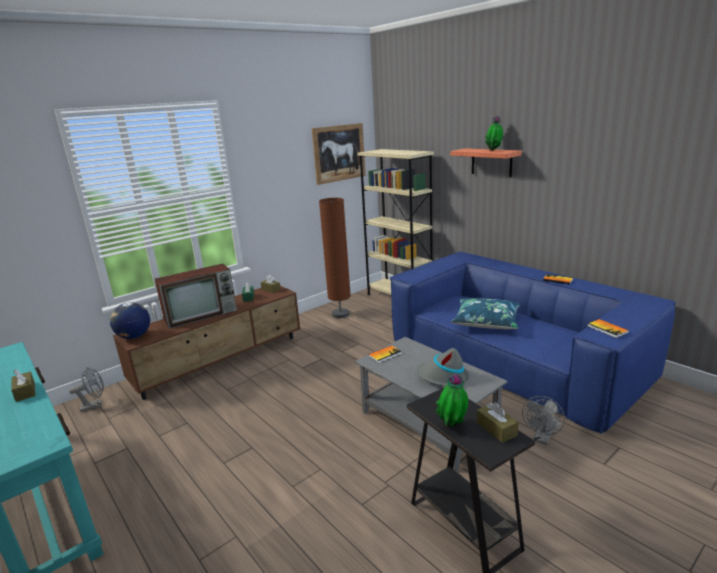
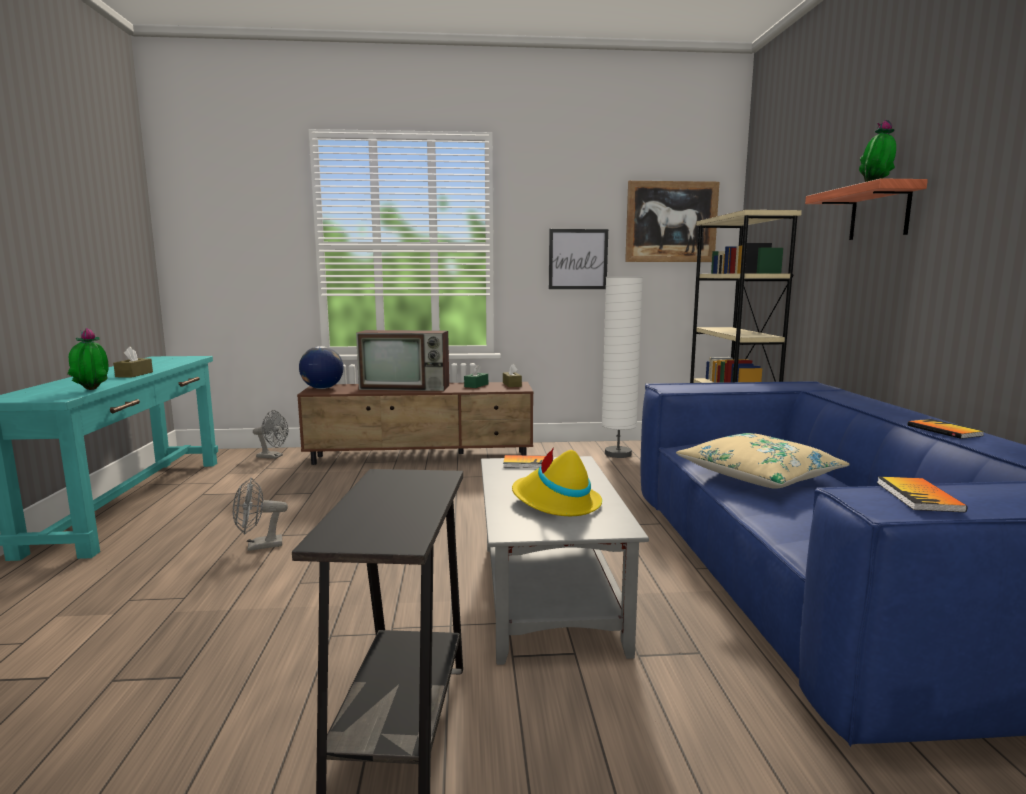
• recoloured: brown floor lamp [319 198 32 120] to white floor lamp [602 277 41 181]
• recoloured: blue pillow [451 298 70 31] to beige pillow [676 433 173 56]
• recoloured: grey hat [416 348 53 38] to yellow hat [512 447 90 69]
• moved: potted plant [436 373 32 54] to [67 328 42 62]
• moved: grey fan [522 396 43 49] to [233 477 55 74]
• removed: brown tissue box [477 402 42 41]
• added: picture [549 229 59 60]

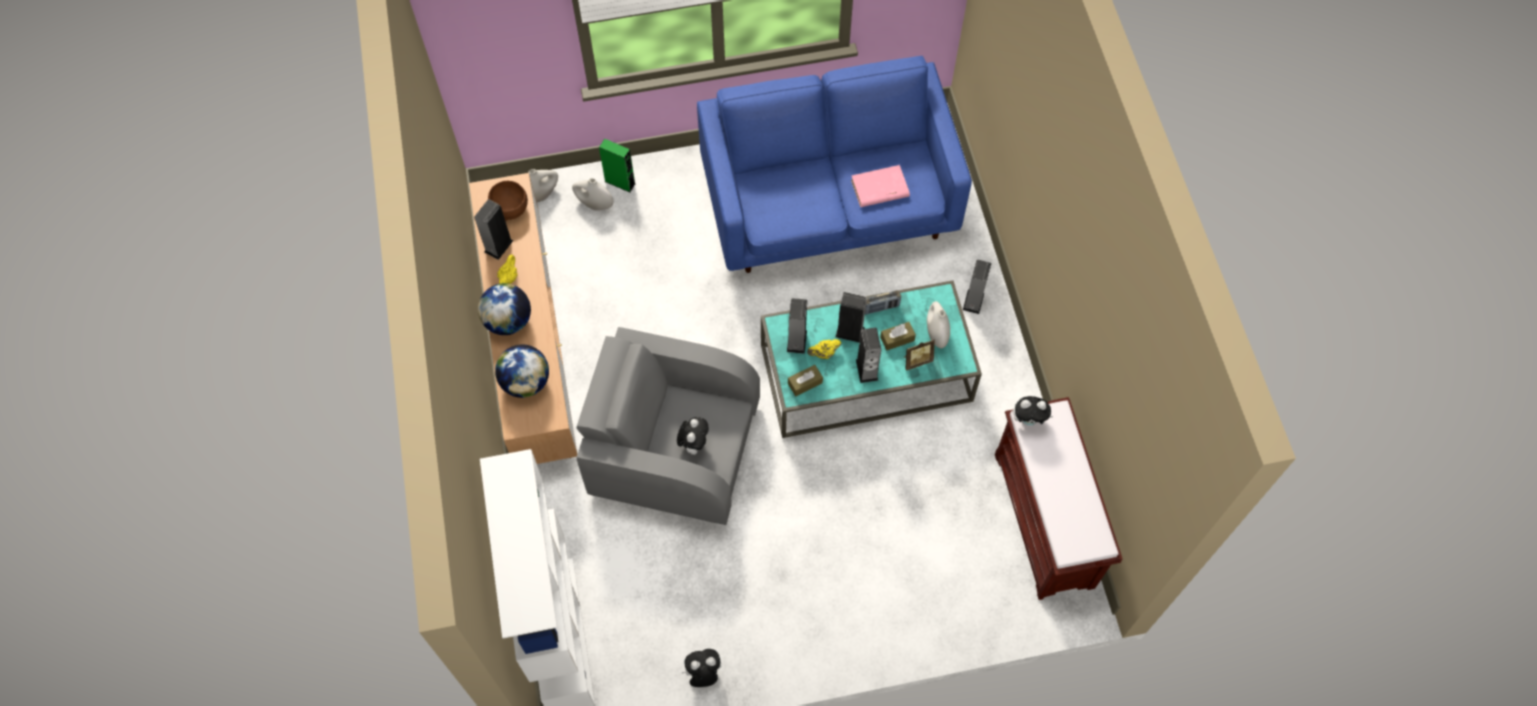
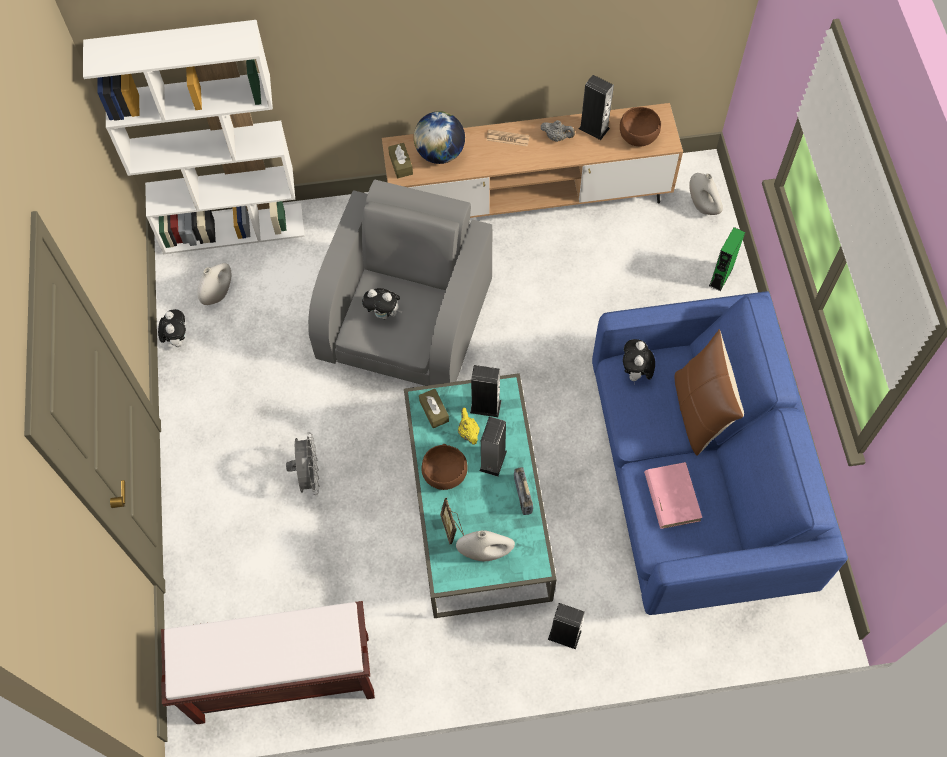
• moved: white vase [572 178 42 33] to [197 263 34 42]
• recoloured: yellow teapot [497 254 21 30] to grey teapot [540 120 35 22]
• replaced: globe [478 283 53 52] to newspaper [486 130 44 16]
• moved: brown tissue box [880 322 36 28] to [388 143 25 35]
• replaced: speaker [856 328 25 55] to brown bowl [421 444 47 46]
• moved: plush toy [1013 396 40 30] to [623 339 32 43]
• added: brown pillow [675 329 69 127]
• added: grey fan [286 432 33 63]

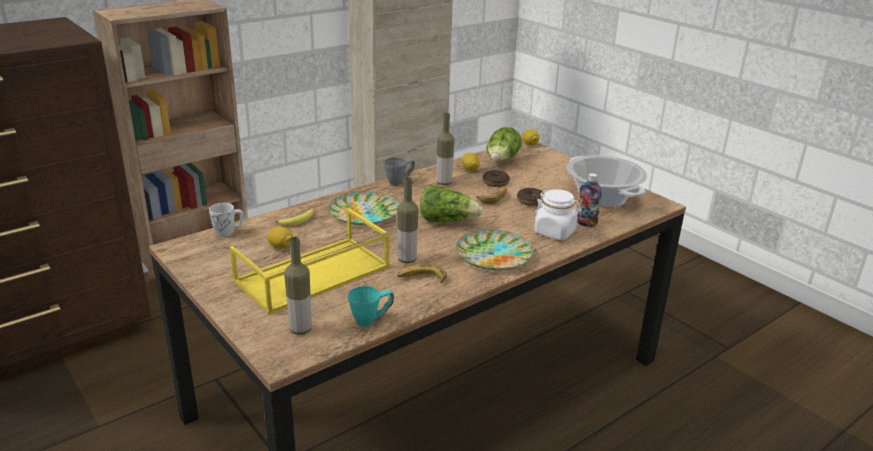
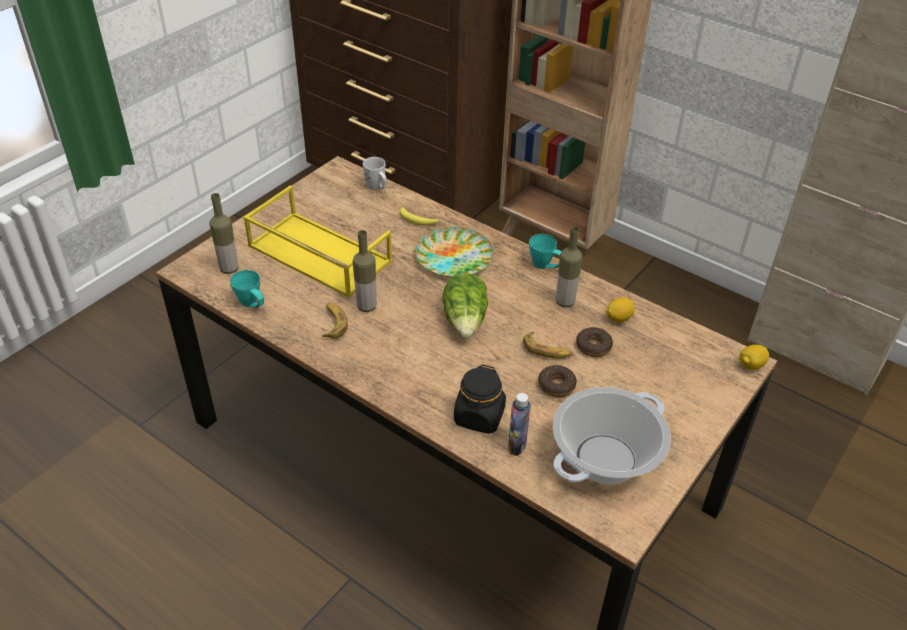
• removed: lettuce [486 127 36 34]
• recoloured: grey mug [384 158 31 28] to turquoise mug [529 234 33 35]
• recoloured: white jar [534 189 48 51] to black jar [454 364 52 70]
• removed: lemon [267 227 26 22]
• removed: plate [456 229 78 41]

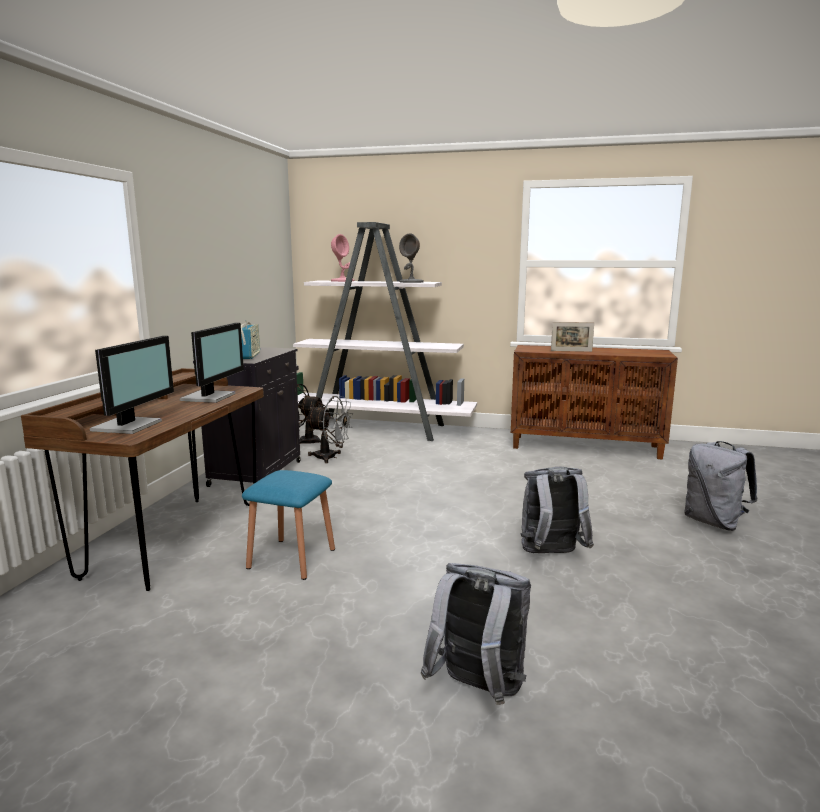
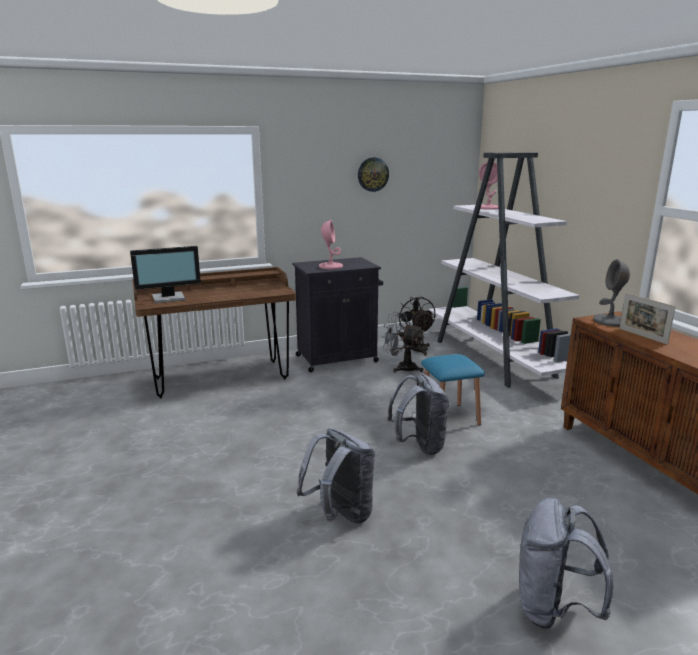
• moved: grey table lamp [399 233 25 50] to [593 259 37 68]
• replaced: radio [241 320 19 39] to pink table lamp [319 220 24 49]
• removed: monitor [180 323 64 80]
• turned: grey fan [306 396 47 67] = [382 312 43 61] 135 degrees clockwise
• moved: blue stool [242 470 93 110] to [421 354 64 72]
• moved: grey backpack [421 563 110 142] to [387 374 62 81]
• added: wall clock [358 157 31 35]

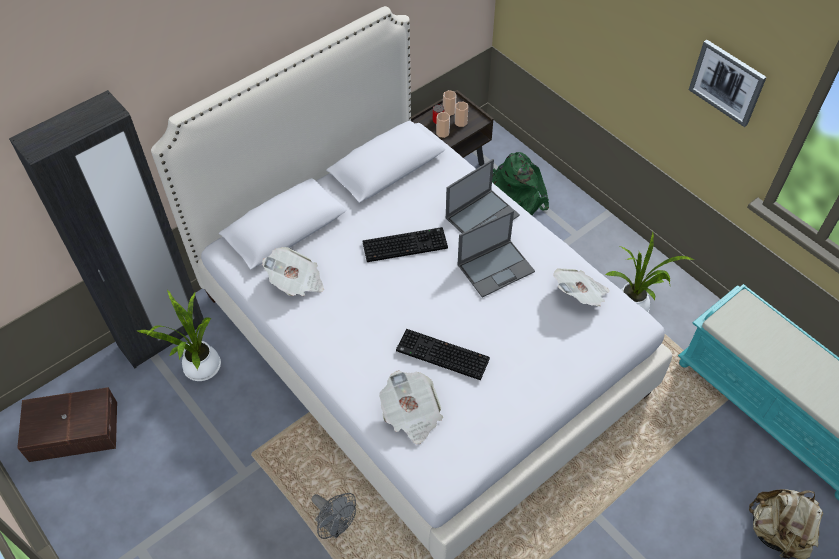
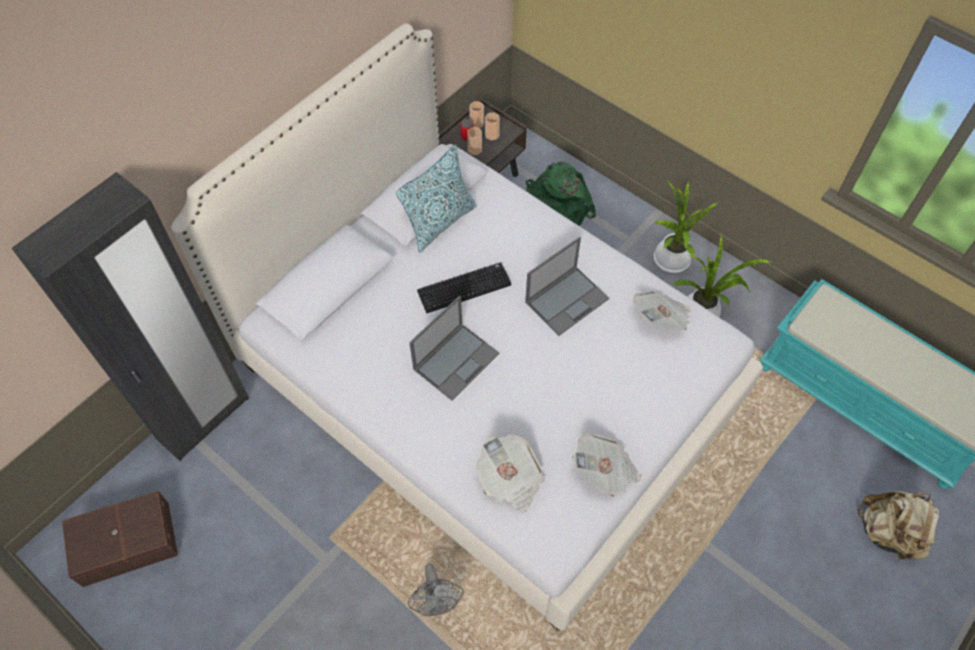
• removed: picture [689 40 77 87]
• moved: laptop [446 159 74 74] to [409 295 91 106]
• moved: newspaper [262 247 62 49] to [572 433 69 64]
• moved: potted plant [137 290 84 91] to [654 181 65 92]
• removed: keyboard [396 329 94 51]
• turned: grey fan [312 493 44 46] = [408 563 56 53] 45 degrees clockwise
• added: pillow [396 144 81 109]

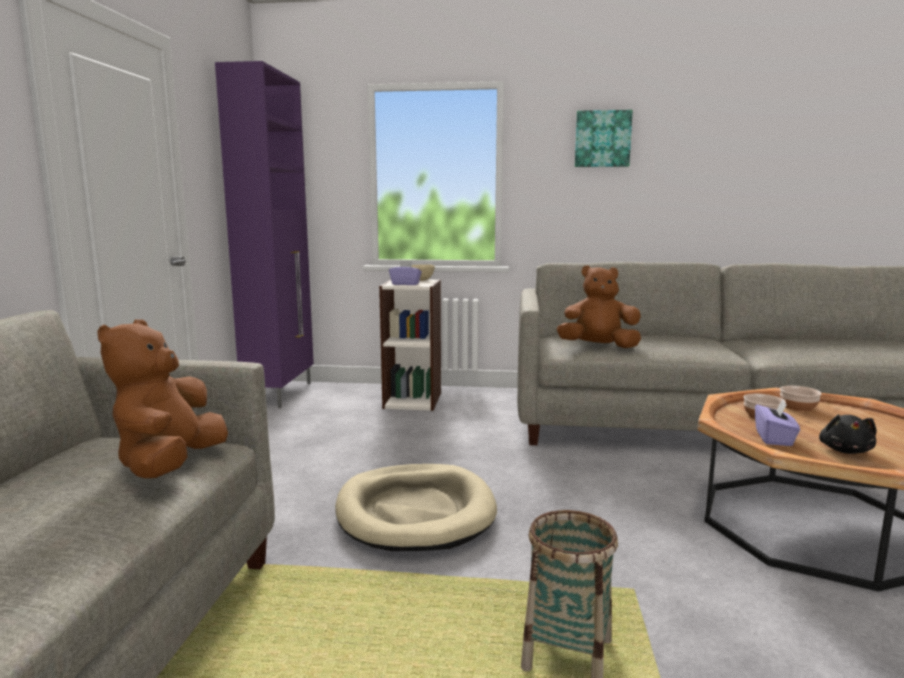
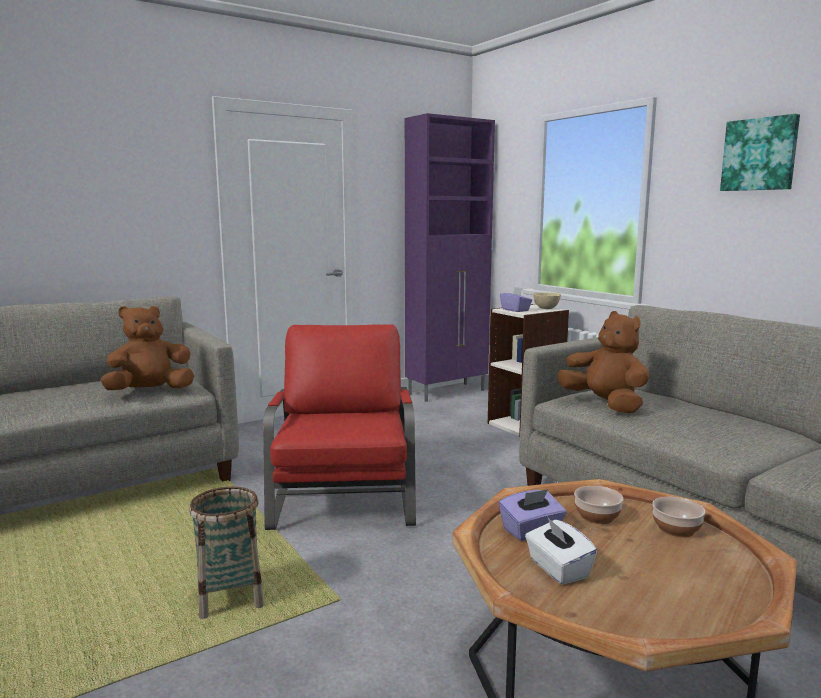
• replaced: black plush toy [819 414 58 40] to white tissue box [525 518 72 67]
• replaced: beige dog bed [335 464 162 87] to red armchair [263 324 153 206]

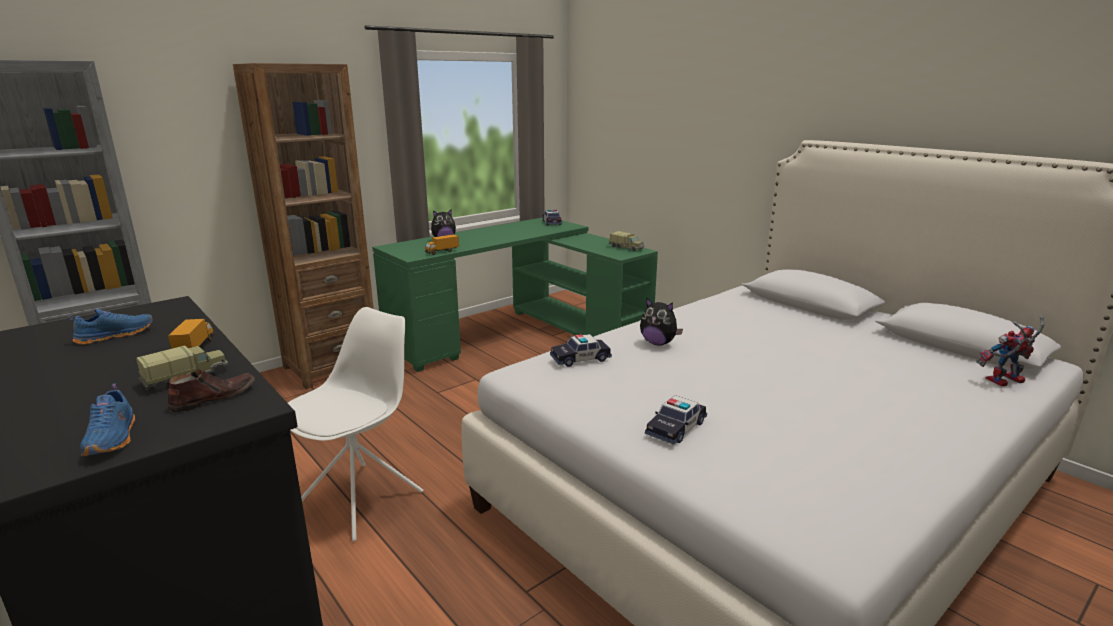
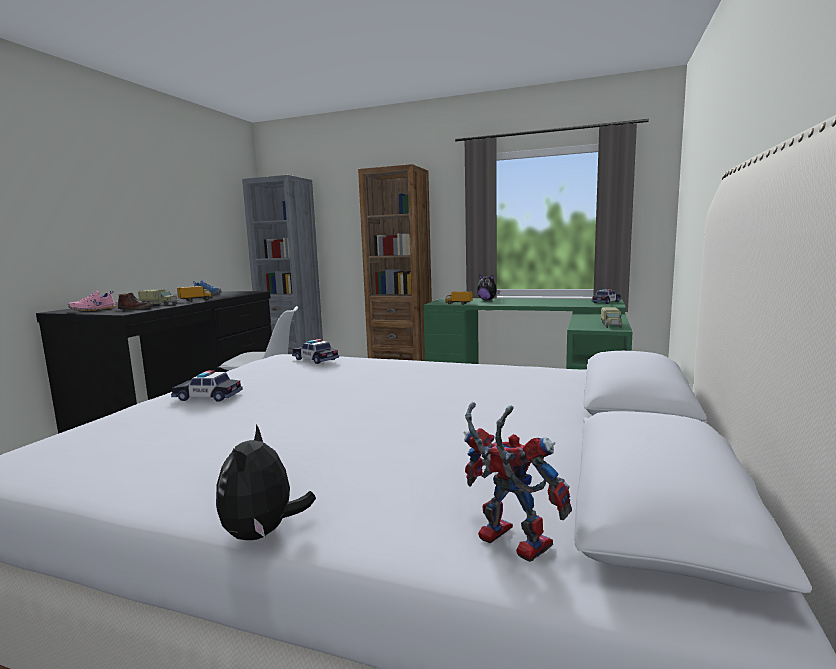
• moved: plush toy [640 298 43 47] to [216 424 100 116]
• recoloured: blue shoe [80 383 55 73] to pink shoe [68 291 48 20]

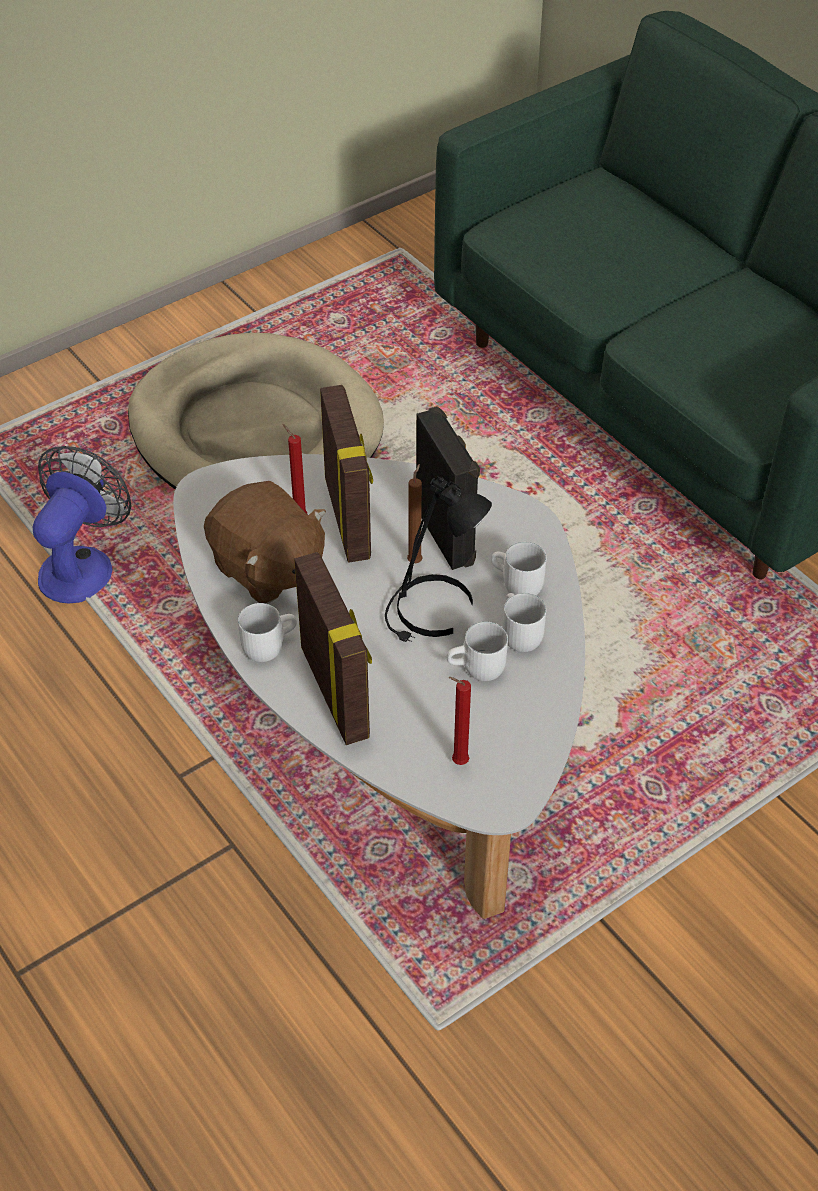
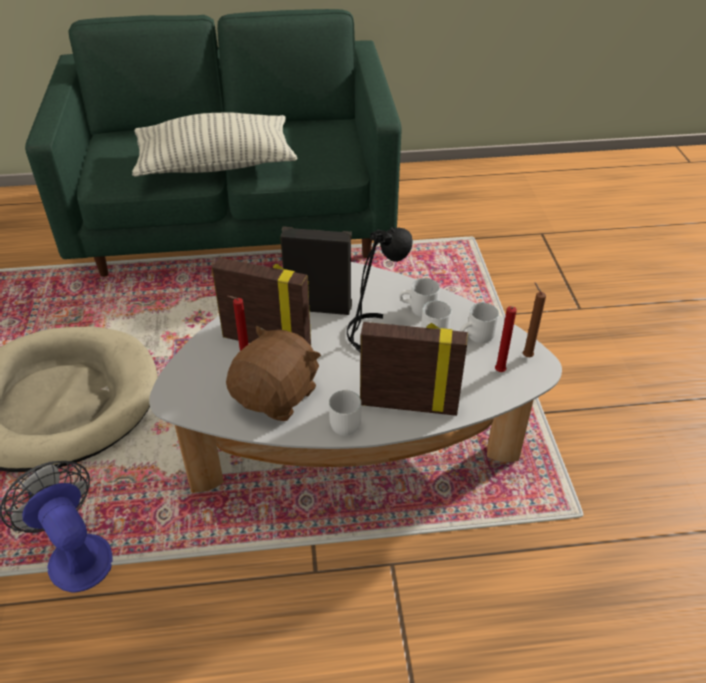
• moved: brown candle [407 464 16 99] to [523 283 23 74]
• turned: brown plush toy [204 481 122 123] = [226 326 95 95] 45 degrees counterclockwise
• moved: white mug [491 542 55 54] to [460 303 39 40]
• added: pillow [132 113 165 64]

